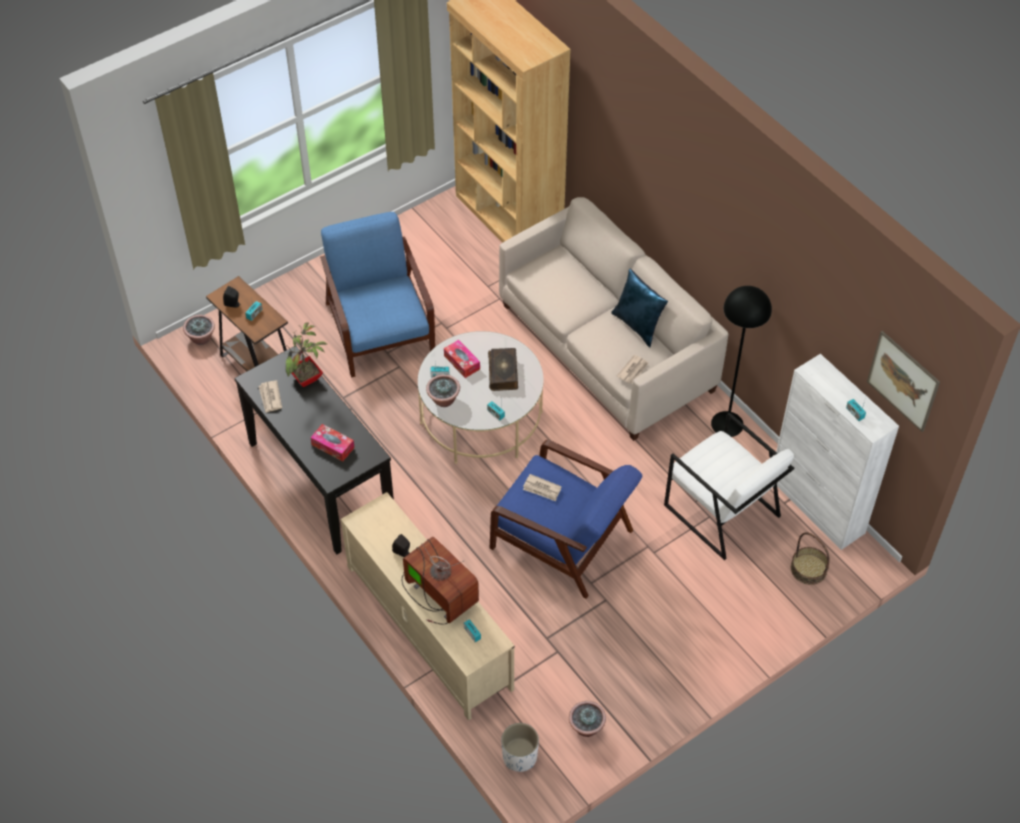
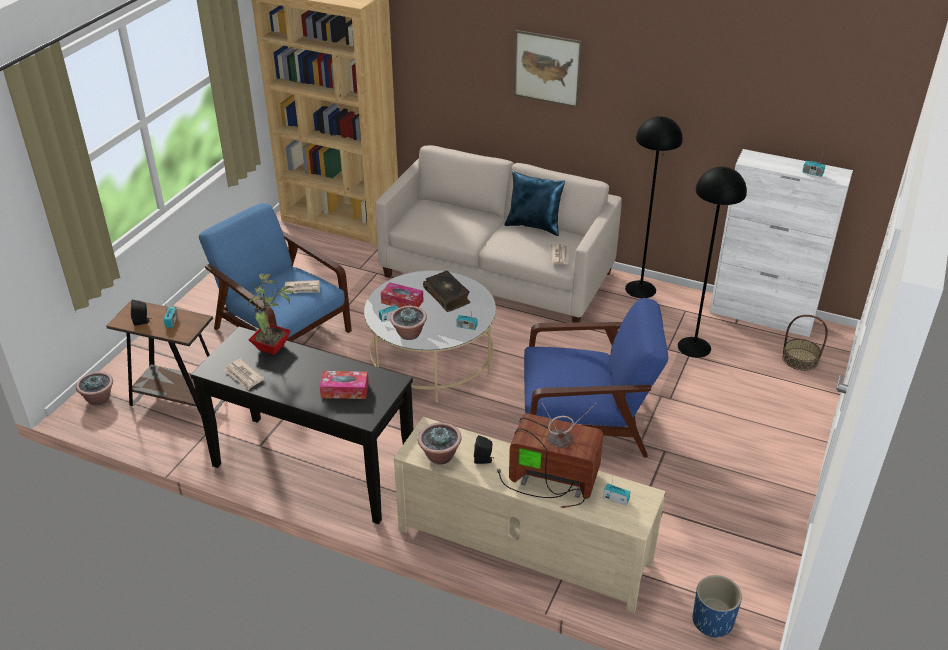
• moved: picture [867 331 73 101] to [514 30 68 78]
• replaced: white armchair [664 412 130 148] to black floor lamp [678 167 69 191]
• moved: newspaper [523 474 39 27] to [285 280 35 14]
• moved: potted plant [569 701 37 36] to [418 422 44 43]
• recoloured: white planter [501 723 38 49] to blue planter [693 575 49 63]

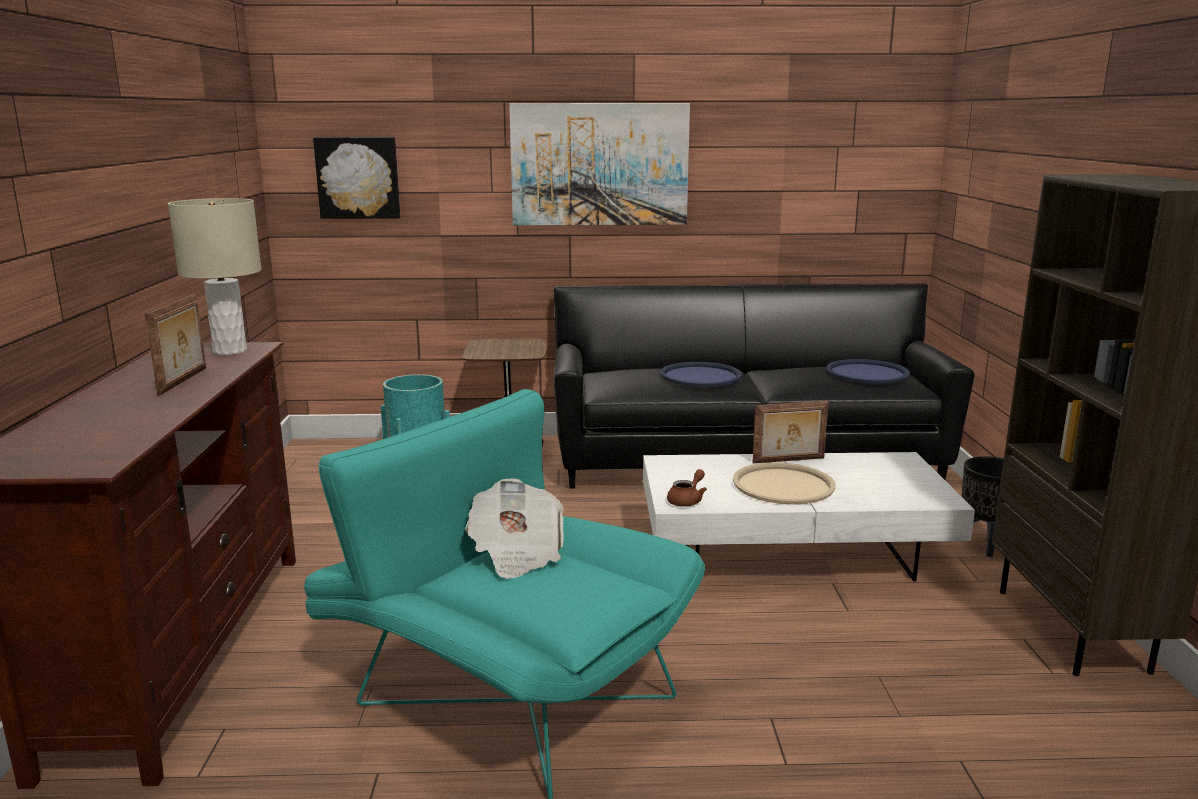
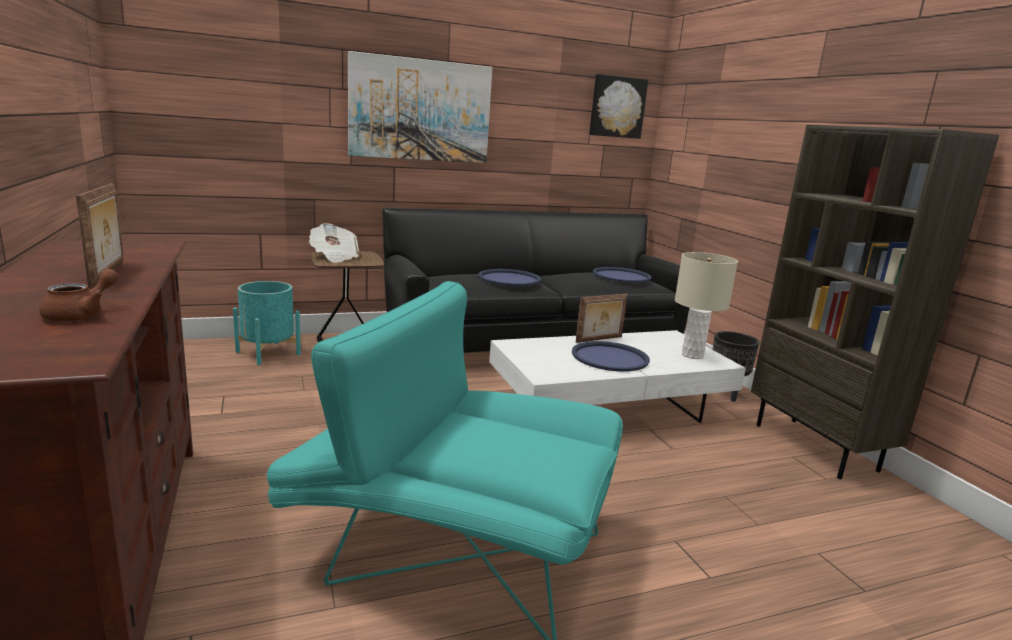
• moved: picture [313 137 87 82] to [589 74 59 65]
• moved: beige table lamp [168 198 93 157] to [675 252 63 107]
• recoloured: beige tray [733 462 102 42] to blue tray [572 341 78 31]
• moved: brown teapot [667 469 40 38] to [39 269 80 53]
• moved: newspaper [465 478 99 101] to [309 223 50 40]

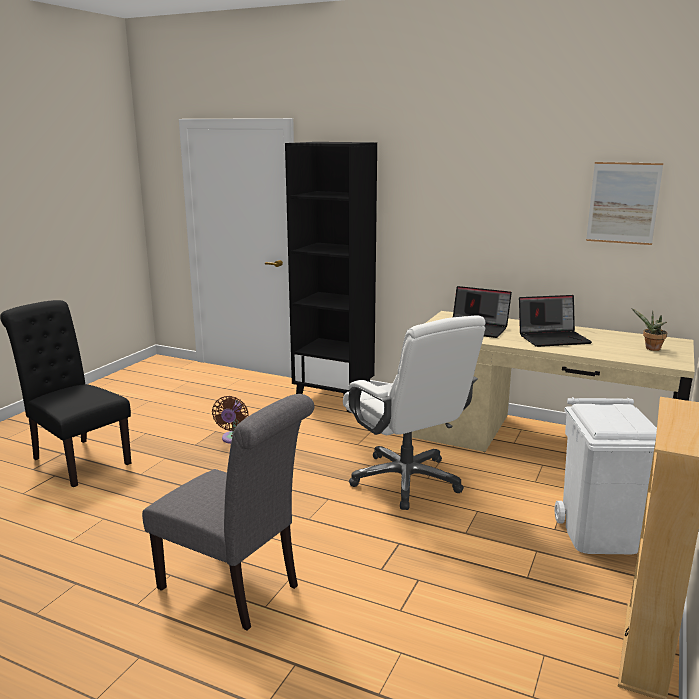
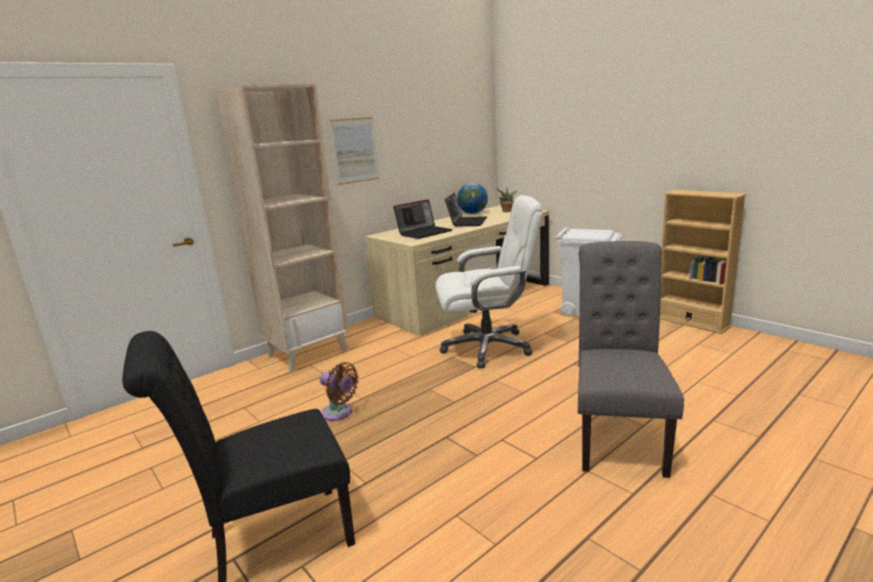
• recoloured: black bookcase [285 142 92 271] to beige bookcase [216 83 132 289]
• moved: picture [586 162 77 83] to [330 117 49 68]
• turned: grey chair [142 394 172 237] = [578 241 106 237] 45 degrees counterclockwise
• added: globe [457 183 31 31]

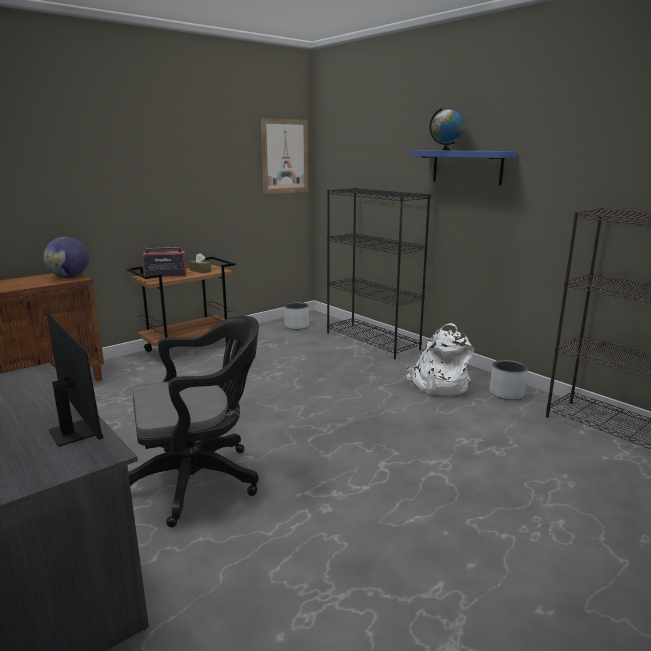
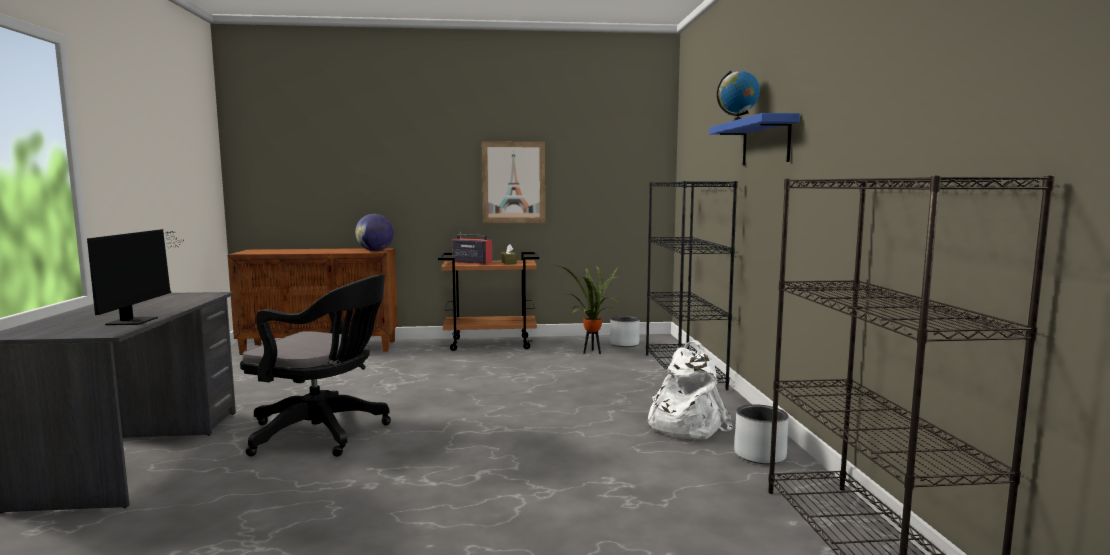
• moved: picture [261 118 47 77] to [482 141 63 82]
• added: potted plant [554 265 67 89]

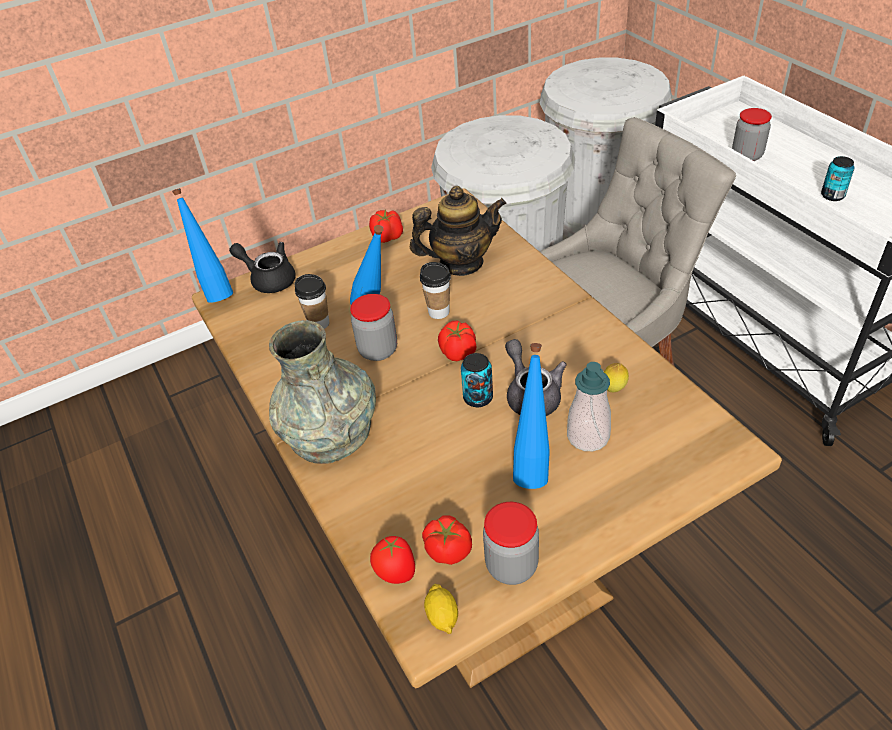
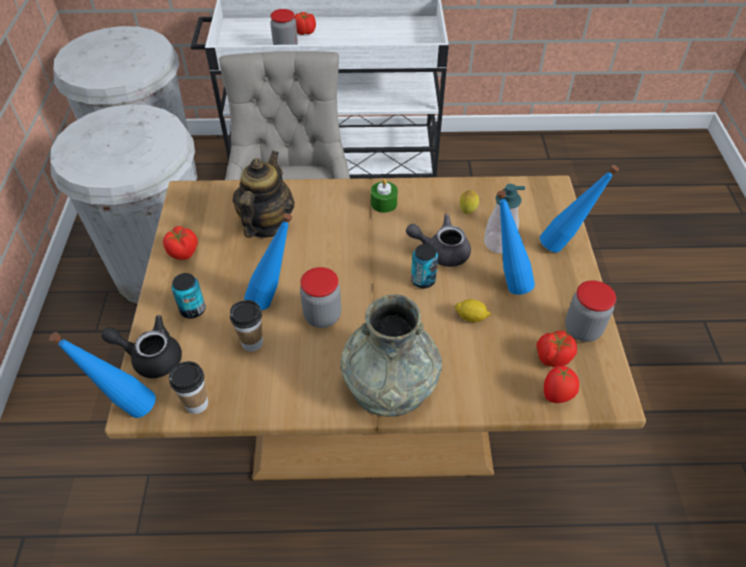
• moved: can [821 156 34 45] to [171 273 35 45]
• turned: black teapot [229 242 66 51] = [101 315 81 63] 45 degrees clockwise
• moved: cup [420 262 31 57] to [169 361 39 53]
• moved: tomato [438 321 38 40] to [294 12 22 23]
• moved: lemon [424 584 34 50] to [454 299 37 23]
• added: blue bottle [540 165 79 88]
• added: green candle [371 179 27 34]

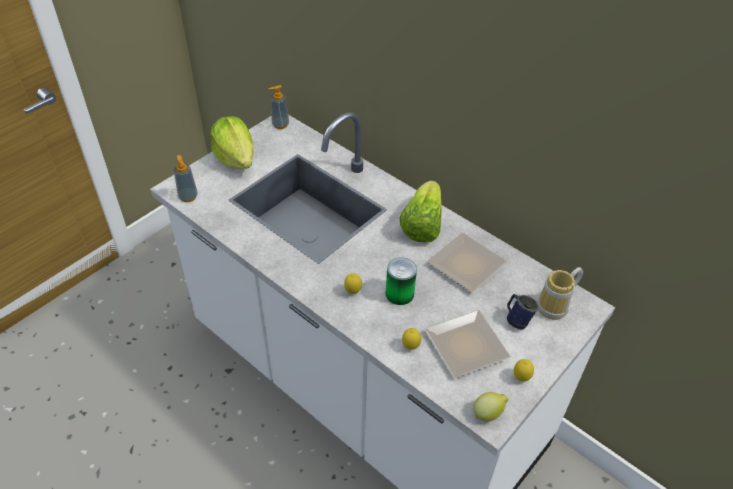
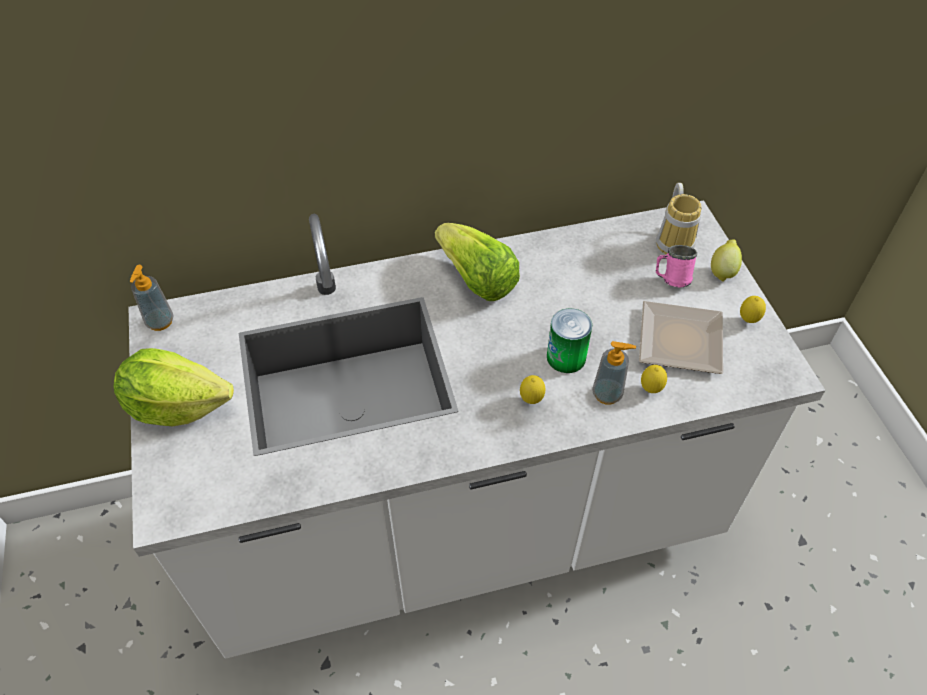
• moved: soap dispenser [174 155 24 47] to [592 341 44 64]
• removed: plate [427 233 80 60]
• recoloured: blue mug [507 294 32 36] to pink mug [656 245 41 42]
• moved: lemon [473 392 36 29] to [711 239 31 43]

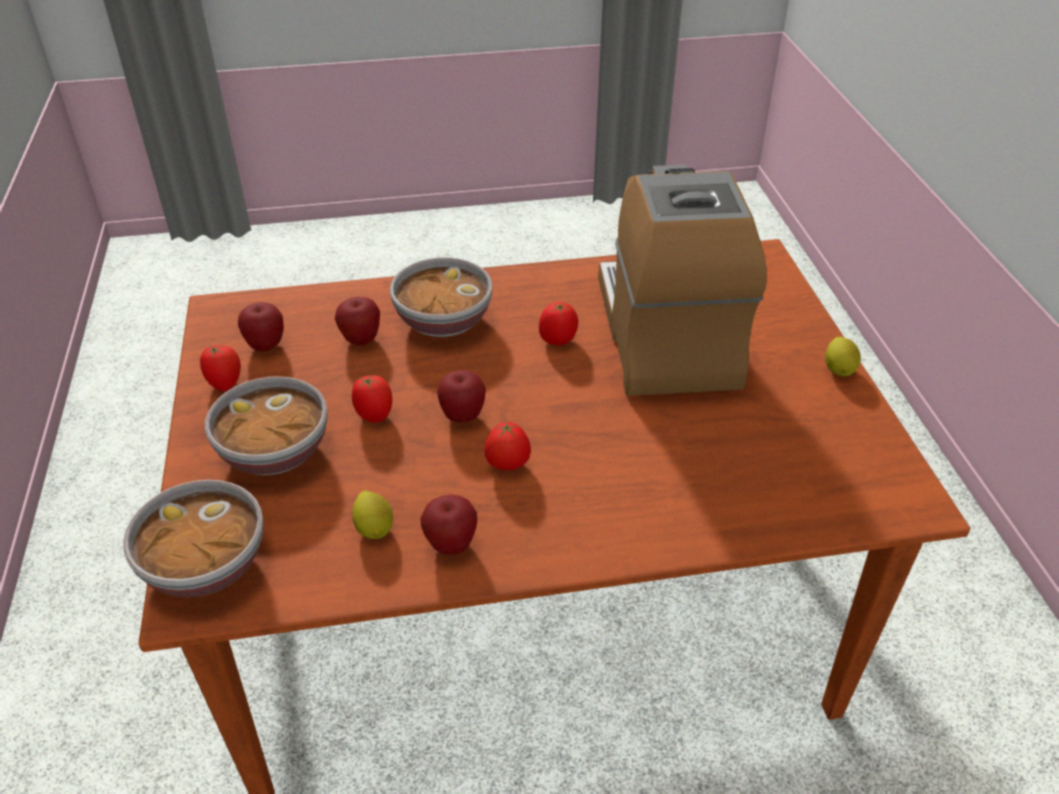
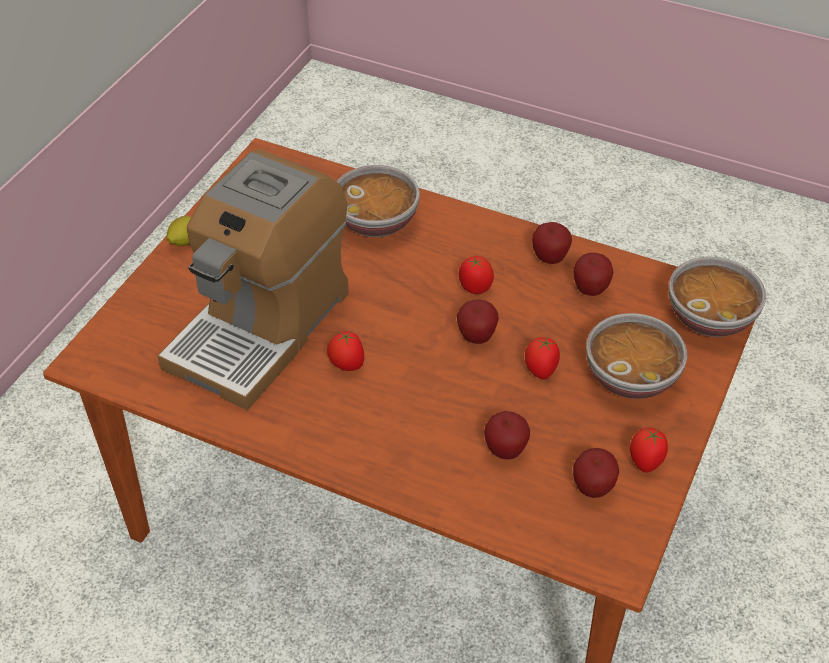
• moved: bowl [390 257 103 80] to [336 165 84 72]
• replaced: lemon [352 490 41 49] to apple [574 253 39 43]

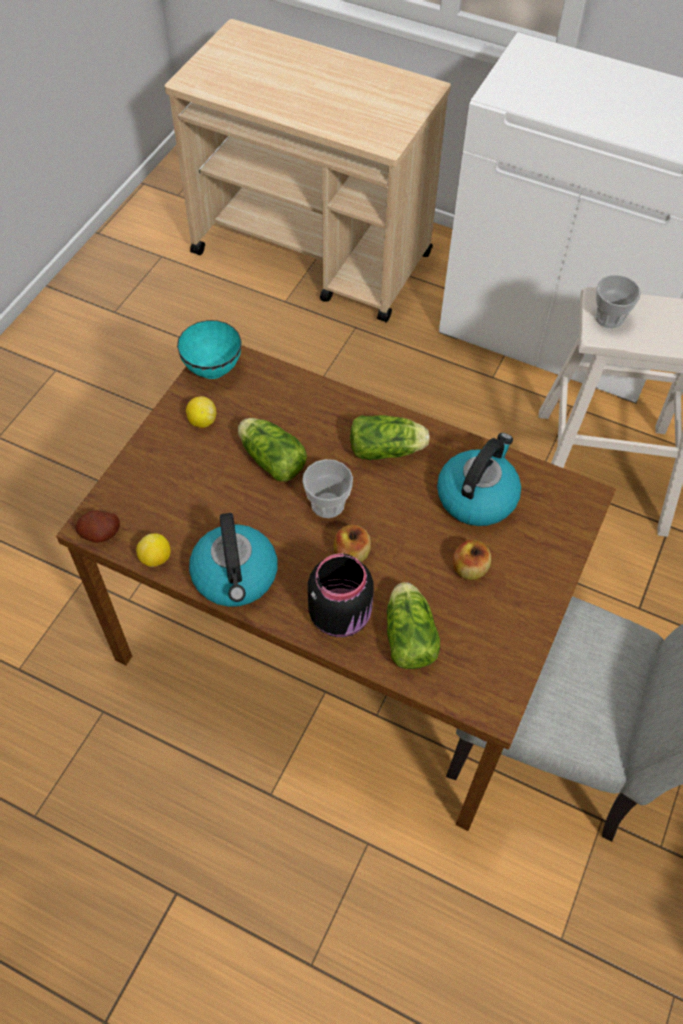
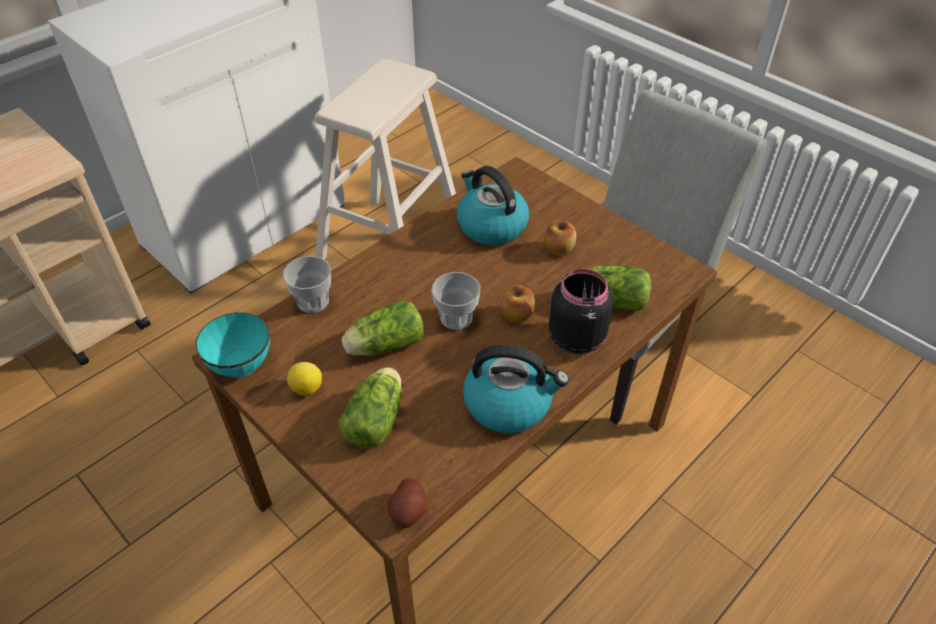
• moved: cup [595 275 46 53] to [283 256 48 57]
• moved: lettuce [350 415 80 45] to [339 367 63 82]
• removed: lemon [136 533 35 34]

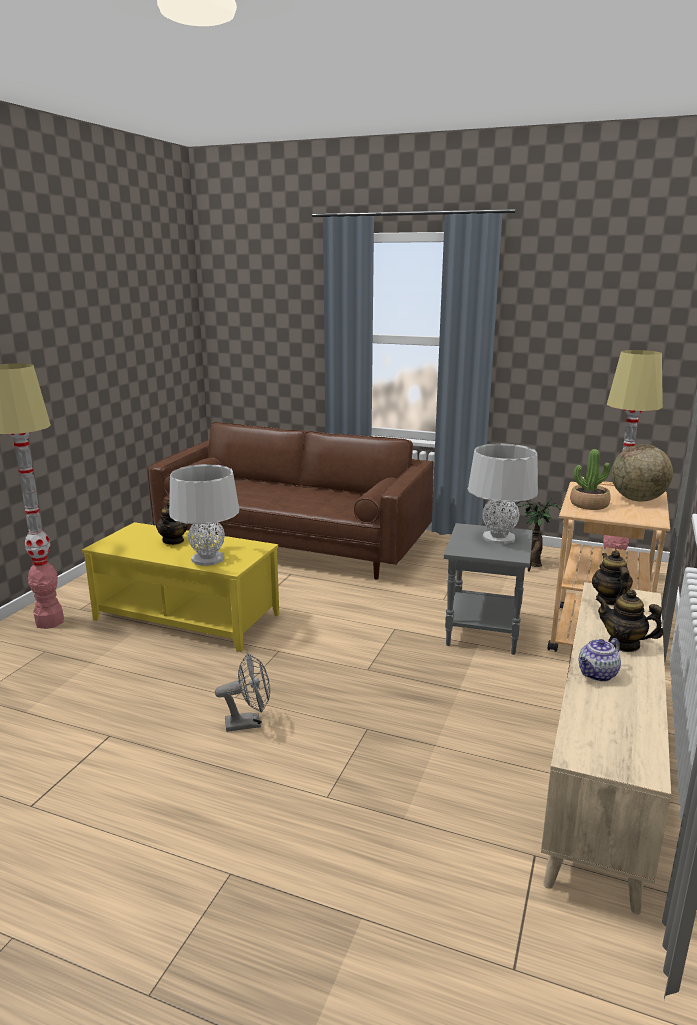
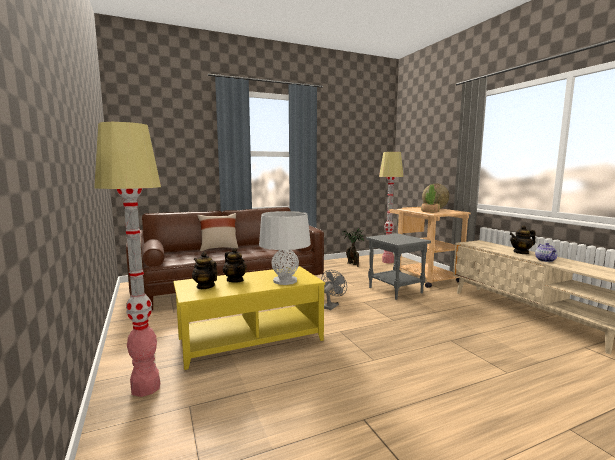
• removed: grey table lamp [468 443 70 102]
• moved: teapot [592 550 41 55] to [192 252 26 37]
• moved: grey fan [215 653 55 79] to [321 270 26 40]
• added: beige pillow [197 213 41 38]

